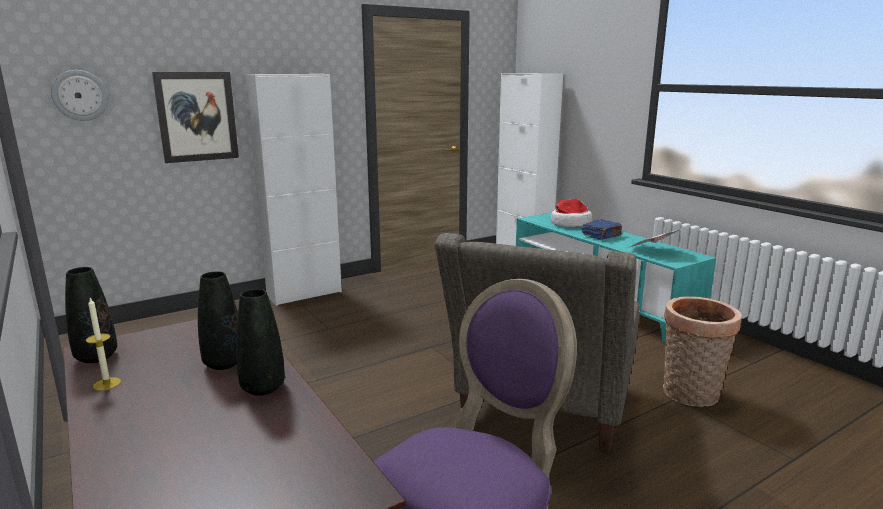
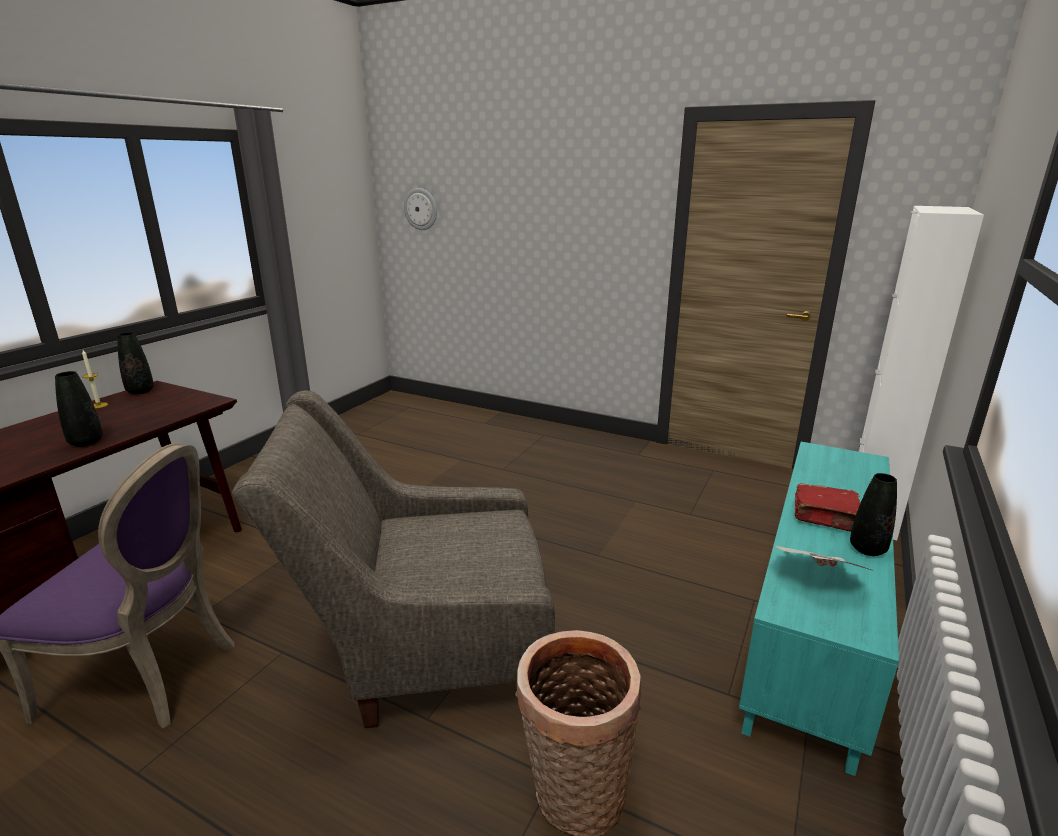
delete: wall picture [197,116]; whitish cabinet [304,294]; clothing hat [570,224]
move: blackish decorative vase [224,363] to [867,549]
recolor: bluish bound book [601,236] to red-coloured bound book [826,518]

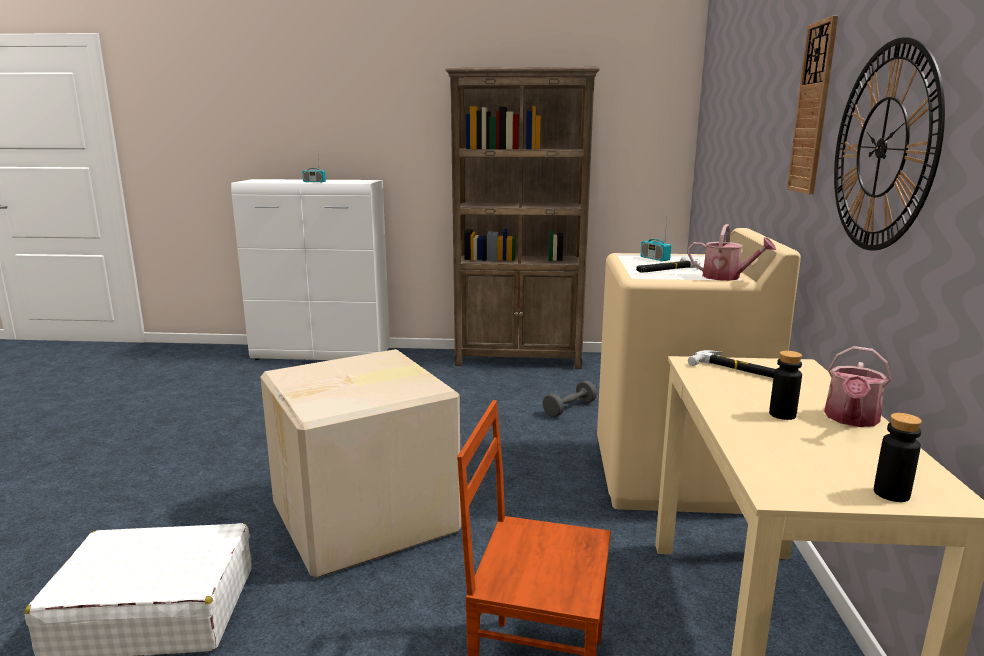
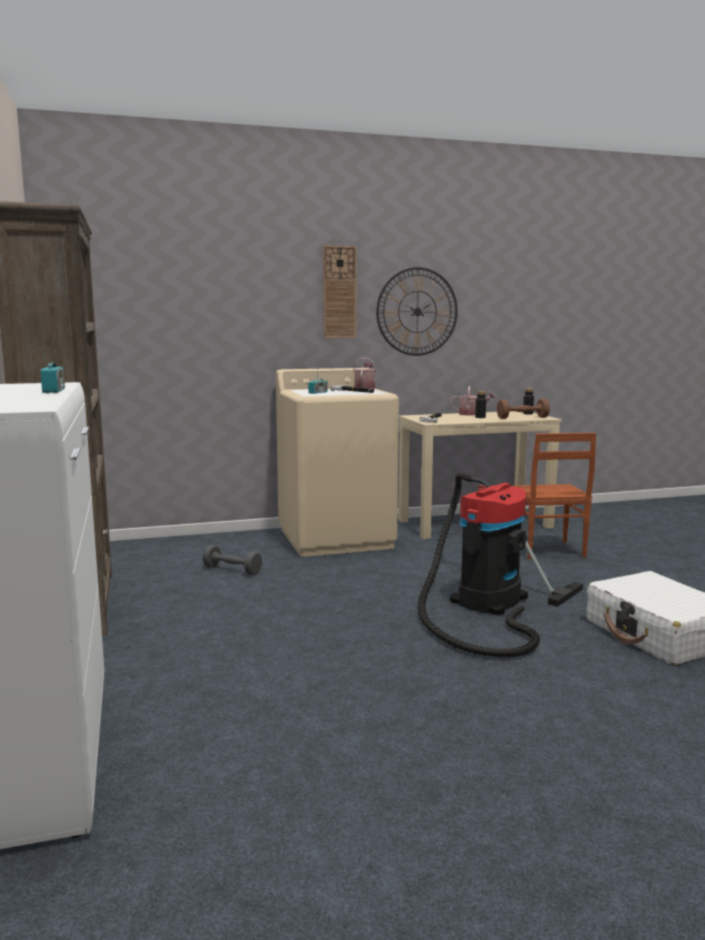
insert: brown free weight [522,418]
replace: cardboard box [367,518] to hoover [486,604]

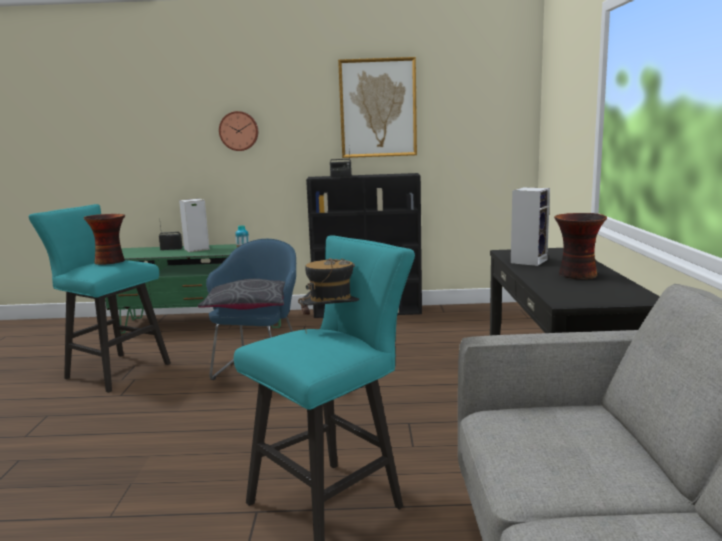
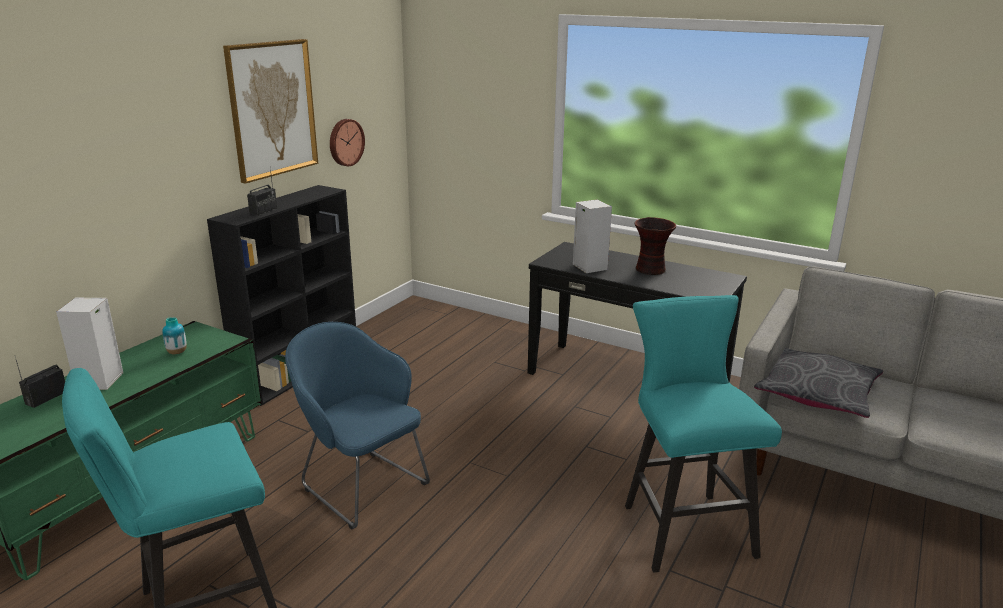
delete: decorative vase [111,261]; clothing hat [331,327]
move: greyish throw pillow [249,305] to [817,393]; clock on the wall [239,131] to [345,142]

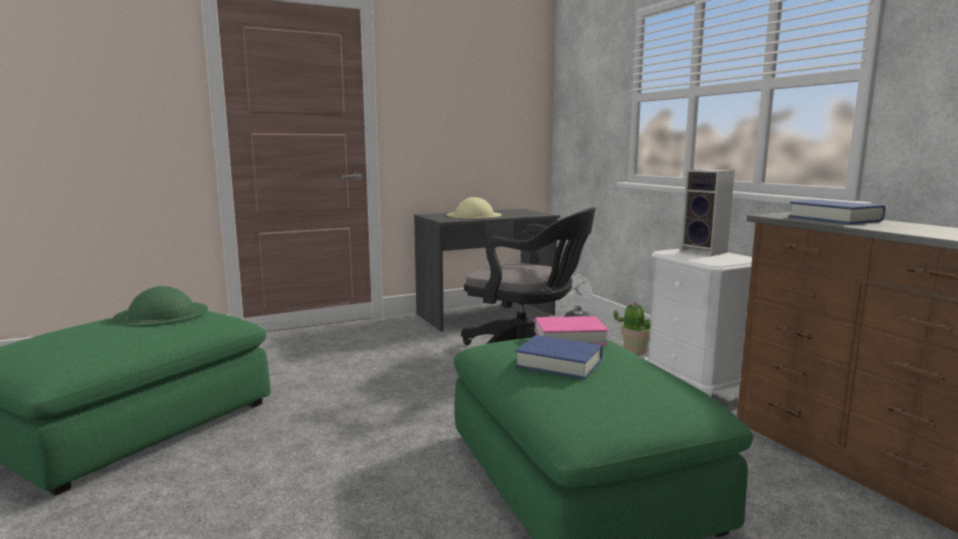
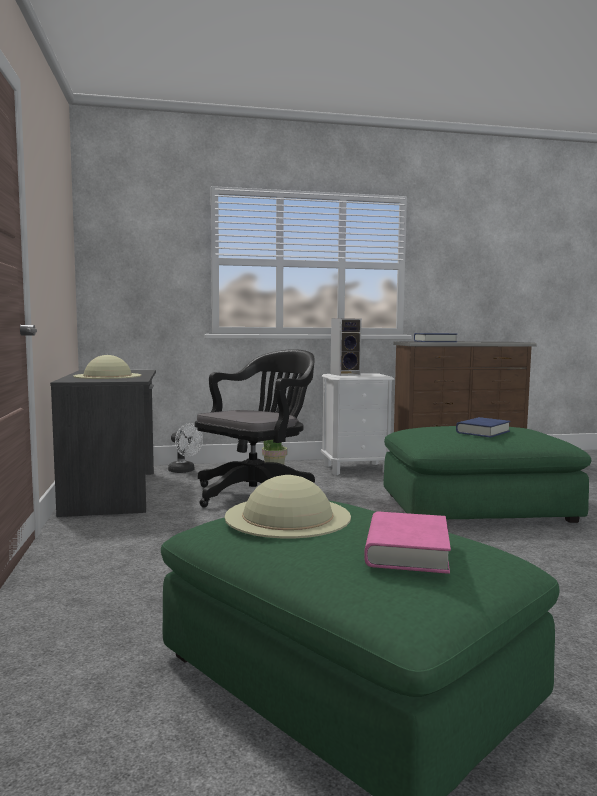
move: pink bound book [569,337] to [407,551]
recolor: green clothing hat [161,313] to beige clothing hat [287,516]

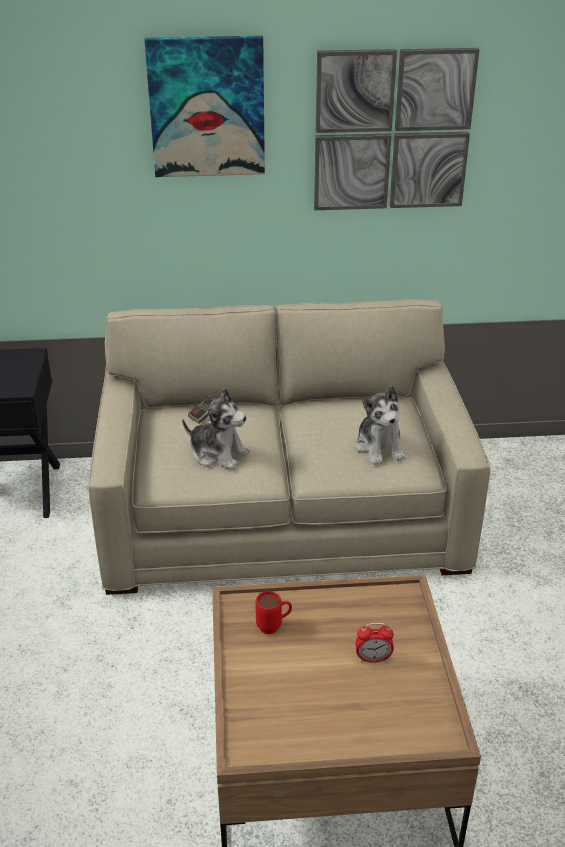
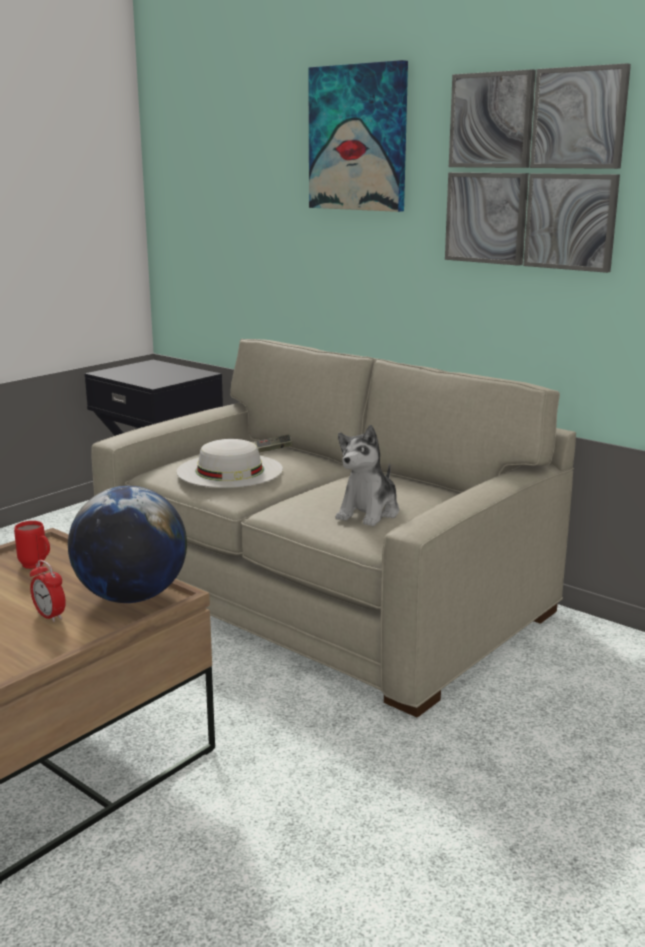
insert: world globe [132,597]
replace: cuddly toy [218,454] to whitish clothing hat [230,470]

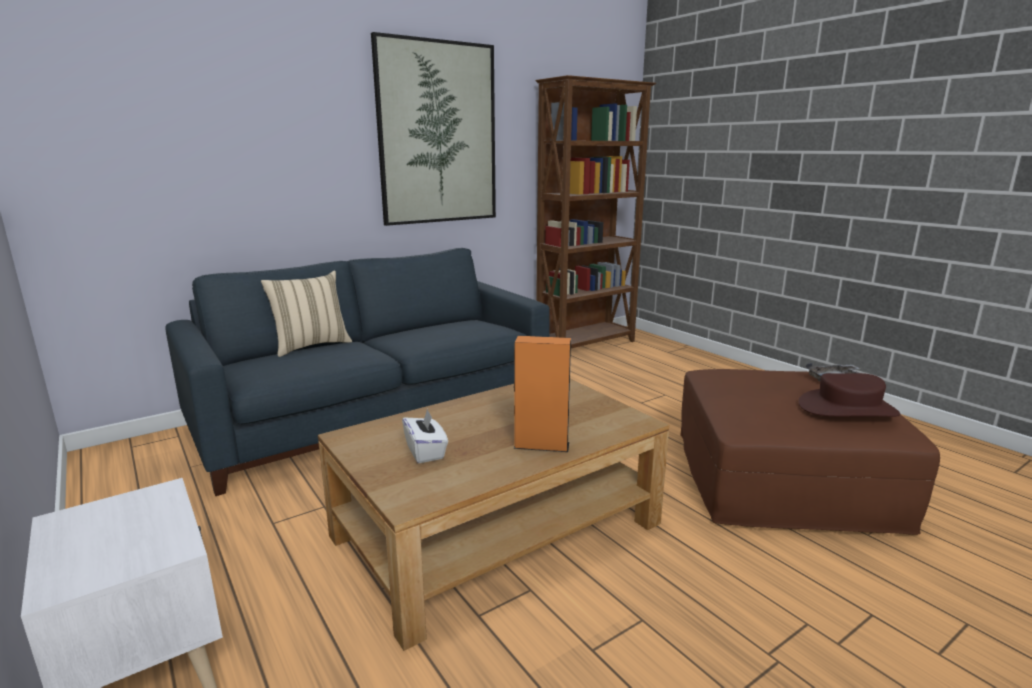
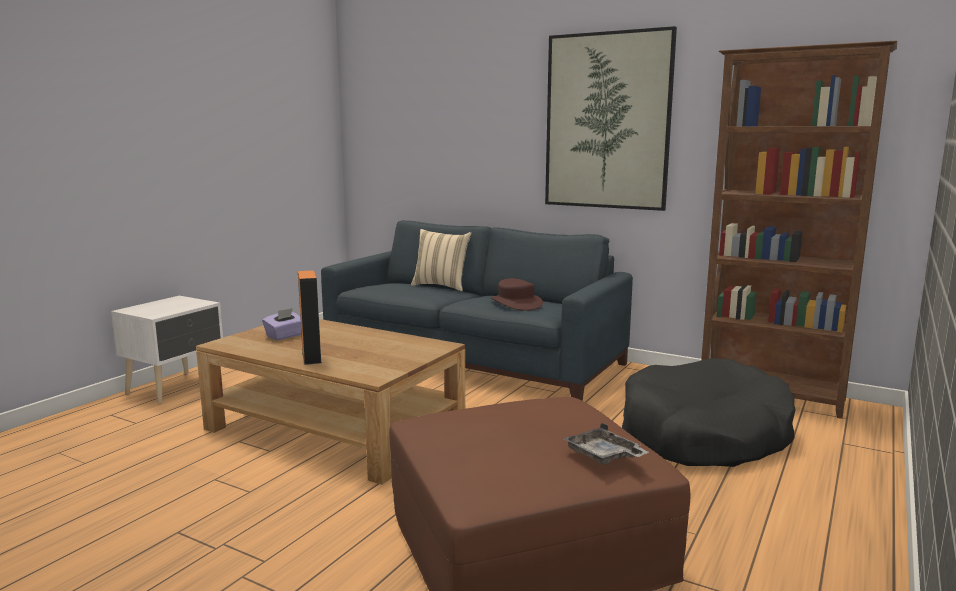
insert: blackish pet bed [702,435]
move: brown clothing hat [847,408] to [516,303]
recolor: whitish box of tissues [426,452] to purple-coloured box of tissues [285,336]

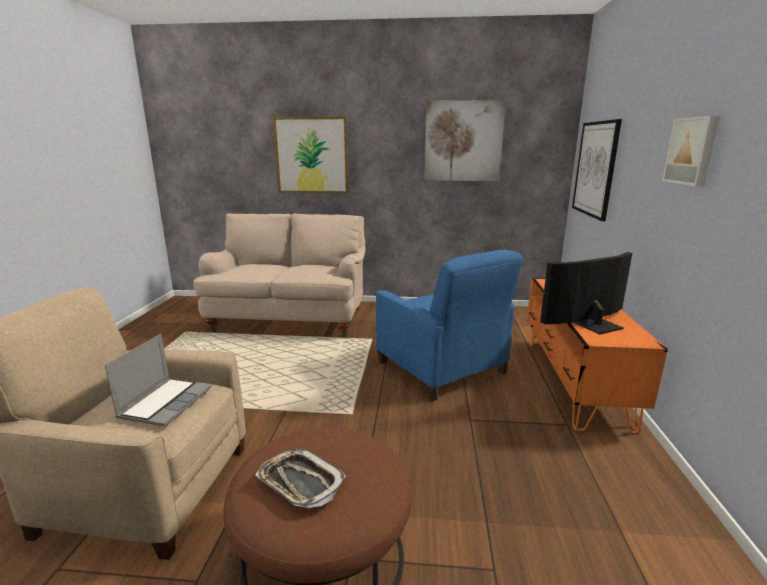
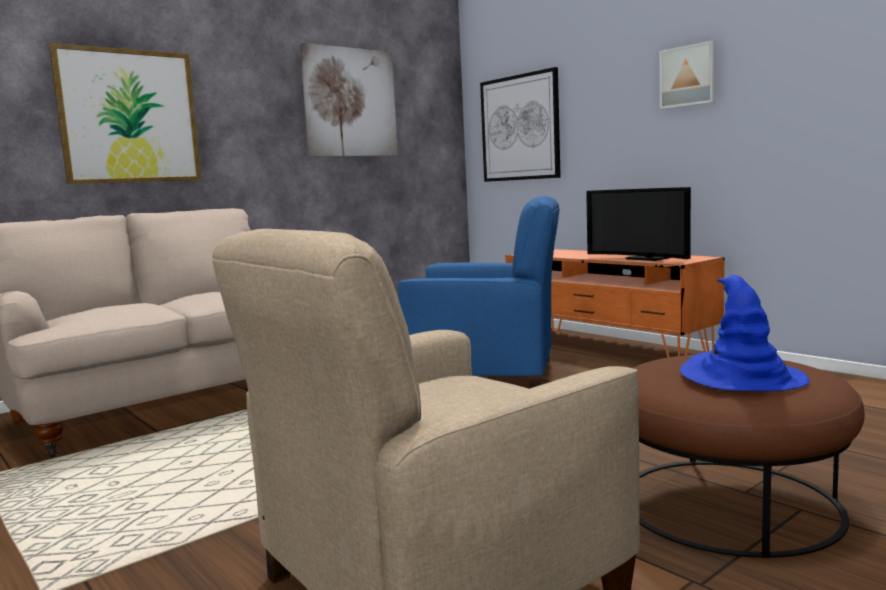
delete: notebook computer [166,402]
replace: serving tray [300,482] to bluish clothing hat [741,378]
rotate: TV [593,323] = [645,258] 60 degrees counterclockwise

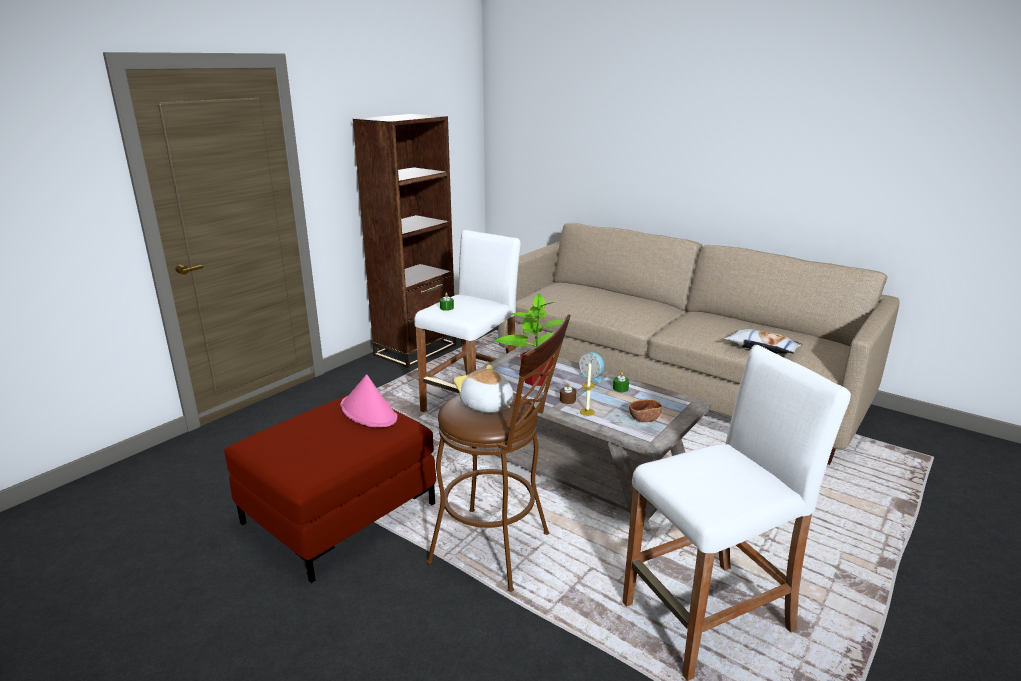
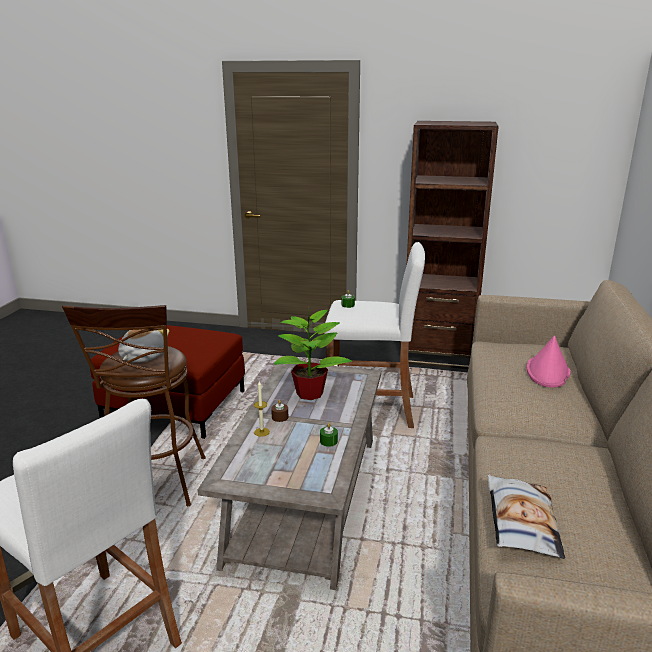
delete: alarm clock [592,376]; brown serving bowl [644,418]
move: pink clothing hat [369,412] to [548,371]

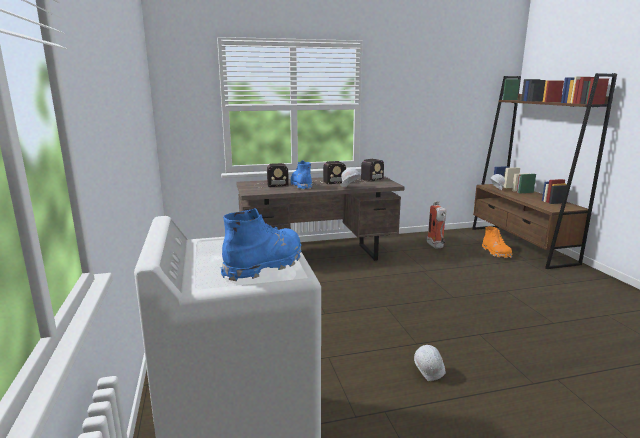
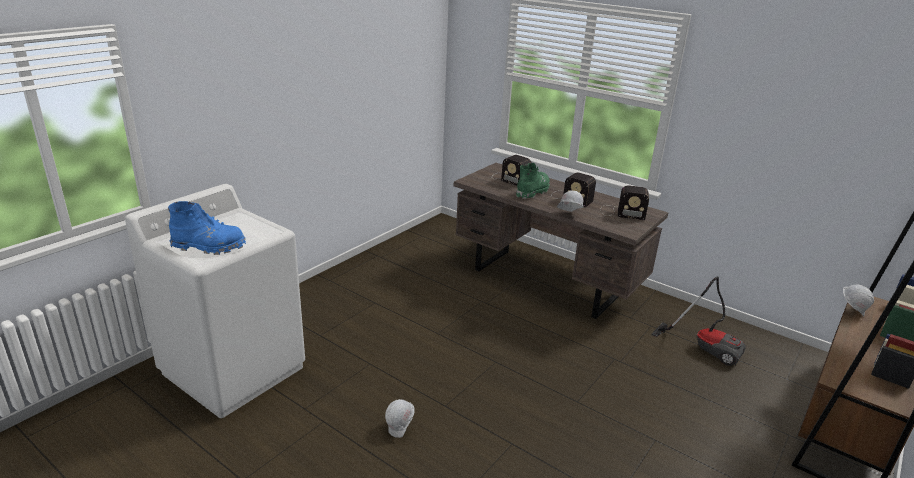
delete: orange-coloured high-top boot [496,253]
replace: fire-fighting cylinder [436,247] to hoover [705,347]
recolor: bluish high-top boot [301,186] to green high-top boot [533,192]

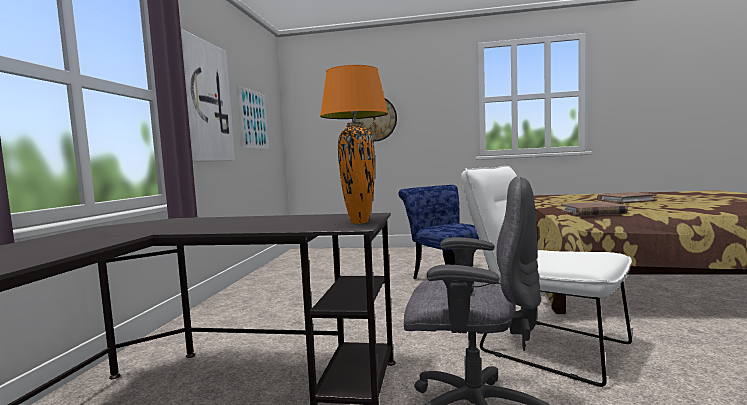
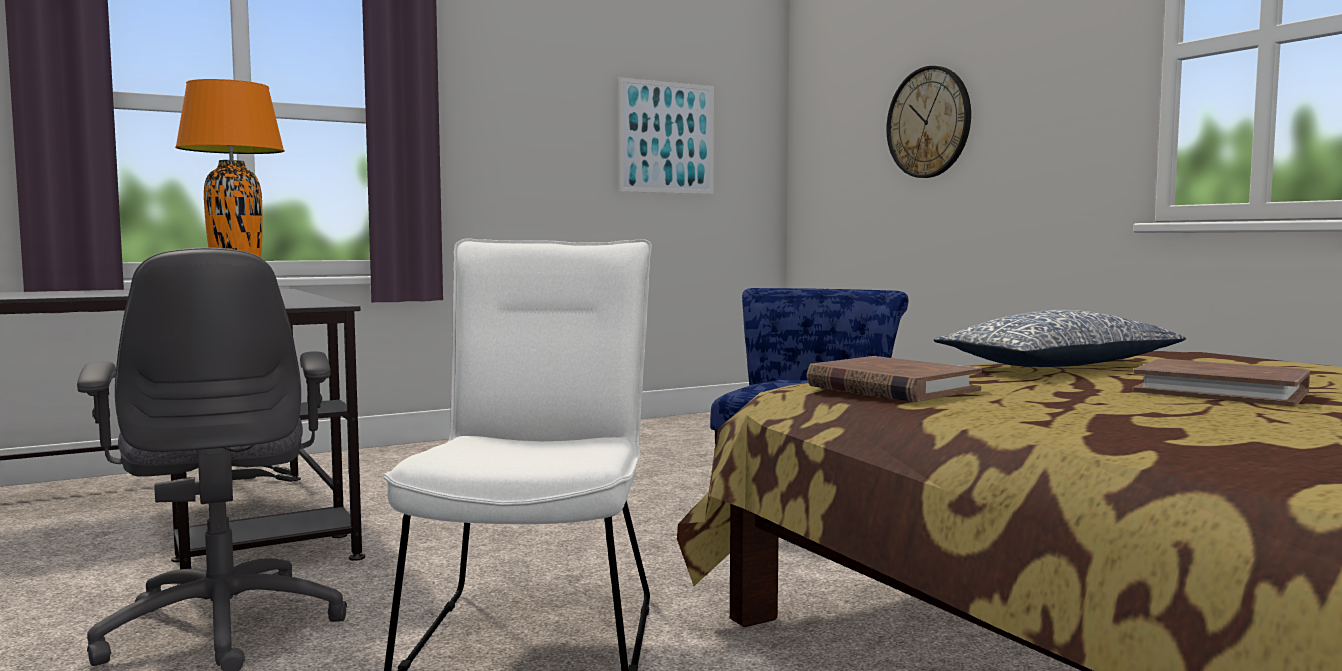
delete: wall picture [205,102]
insert: throw pillow [1062,366]

